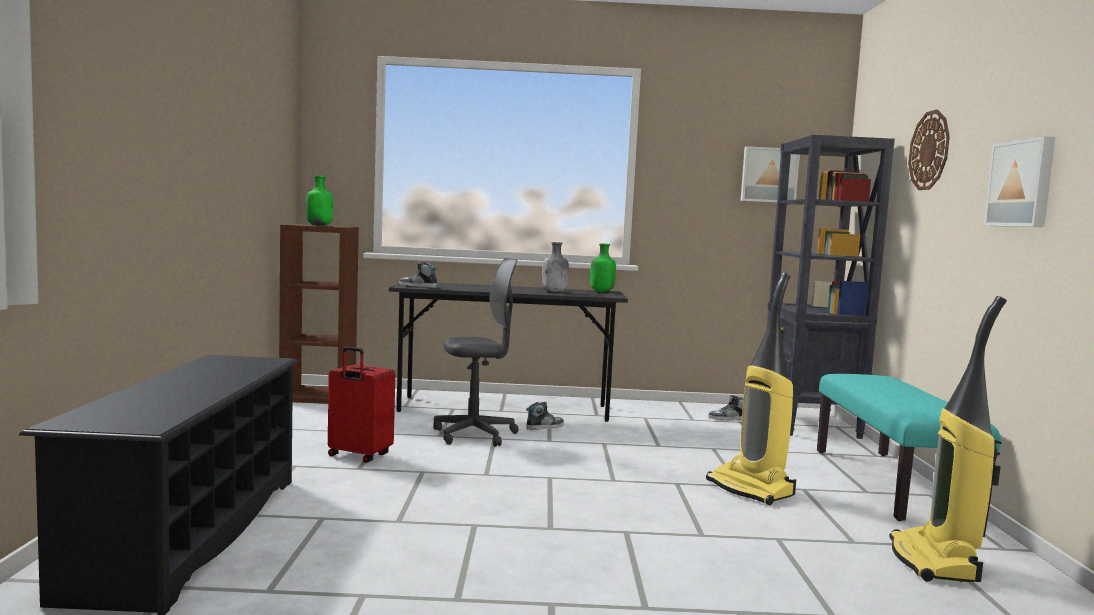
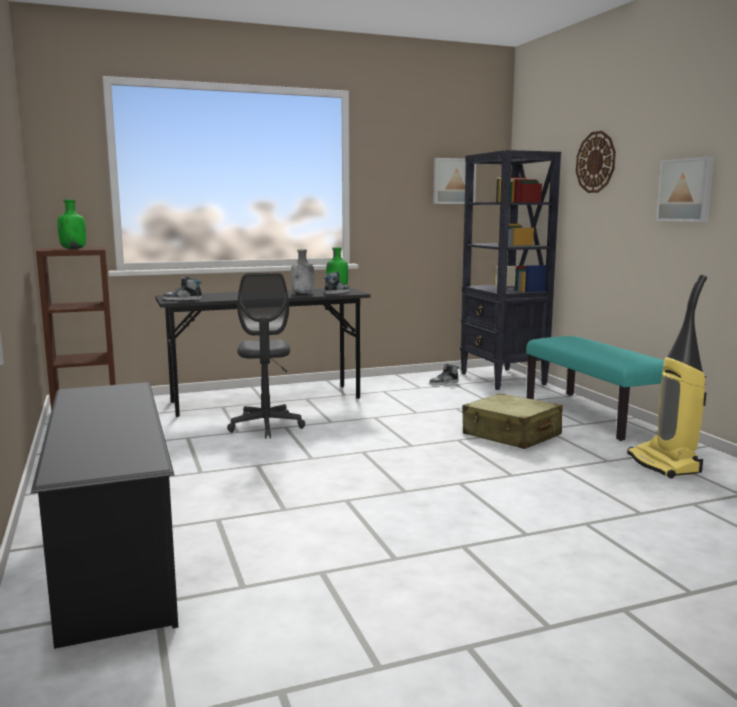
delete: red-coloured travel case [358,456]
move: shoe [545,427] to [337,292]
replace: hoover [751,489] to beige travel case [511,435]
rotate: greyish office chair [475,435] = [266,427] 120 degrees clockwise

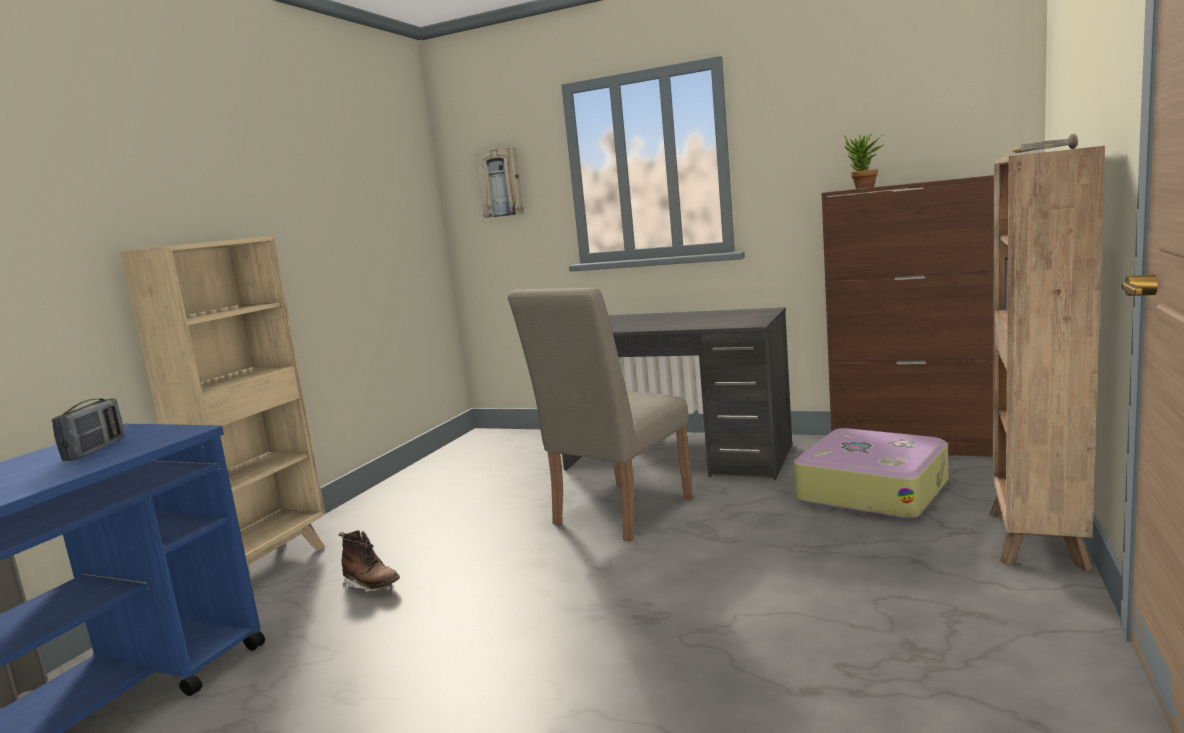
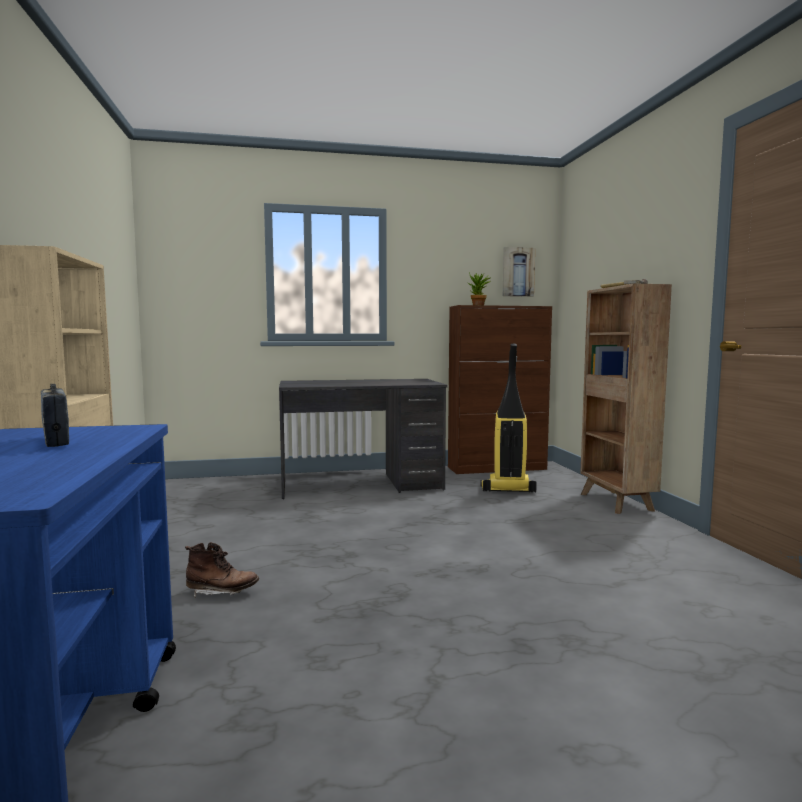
delete: beige chair [616,514]
move: wall picture [501,183] to [517,272]
replace: travel case [872,490] to hoover [507,490]

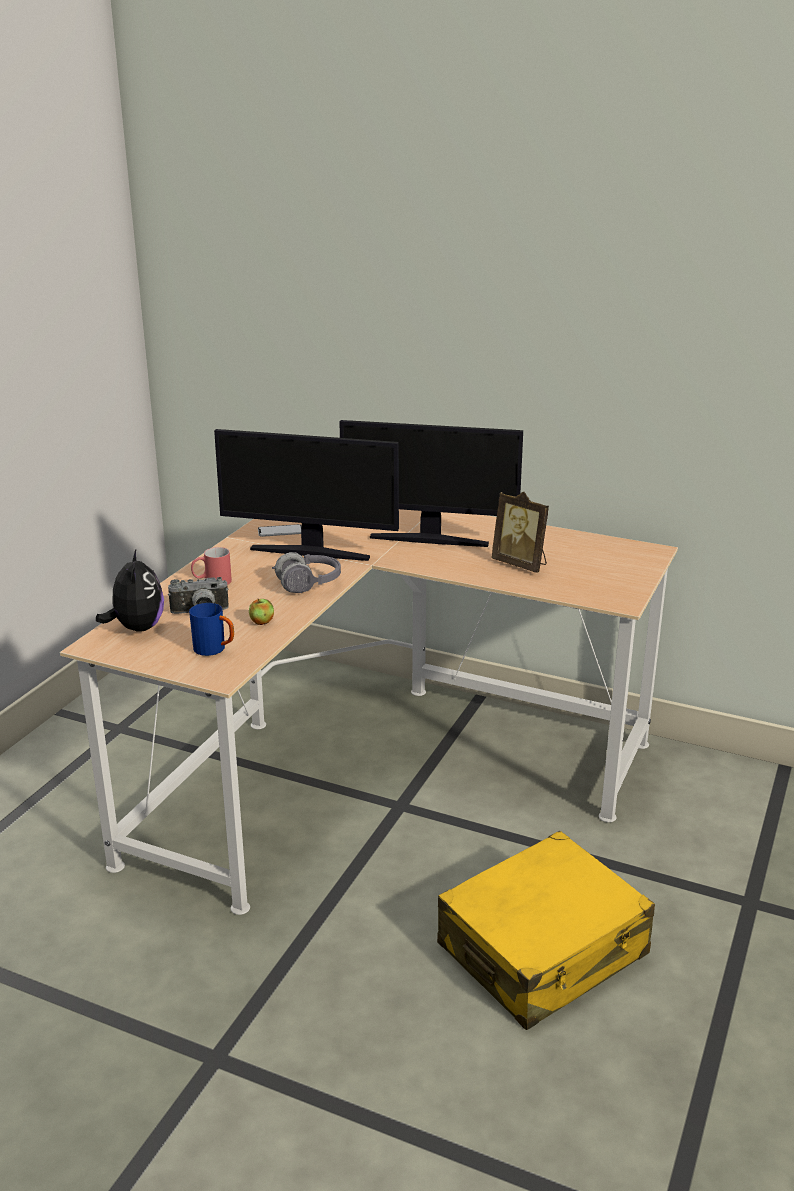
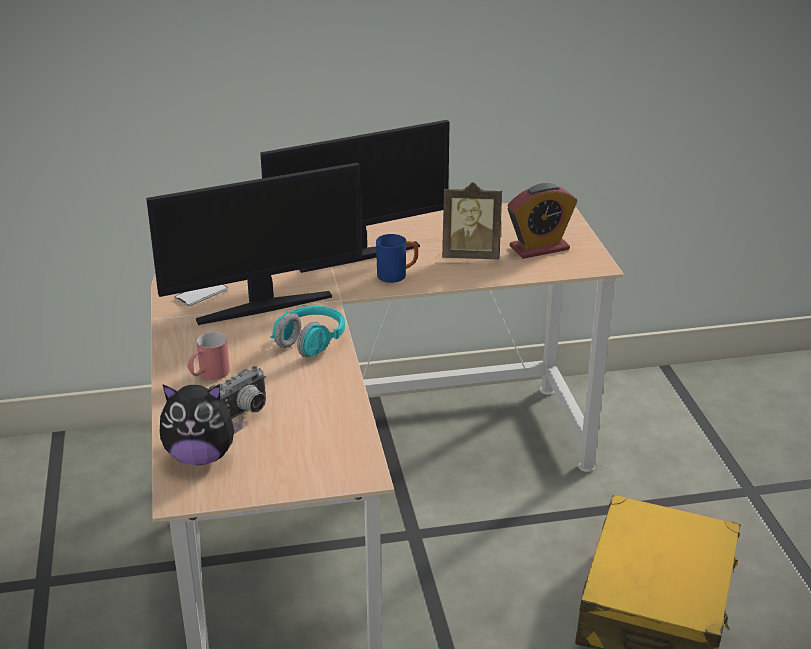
delete: apple fruit [261,622]
insert: alarm clock [539,248]
move: bluish coffee mug [215,650] to [397,275]
recolor: greyish pair of headphones [308,585] to turquoise-coloured pair of headphones [310,343]
rotate: cuddly toy [137,628] = [201,456] 135 degrees clockwise

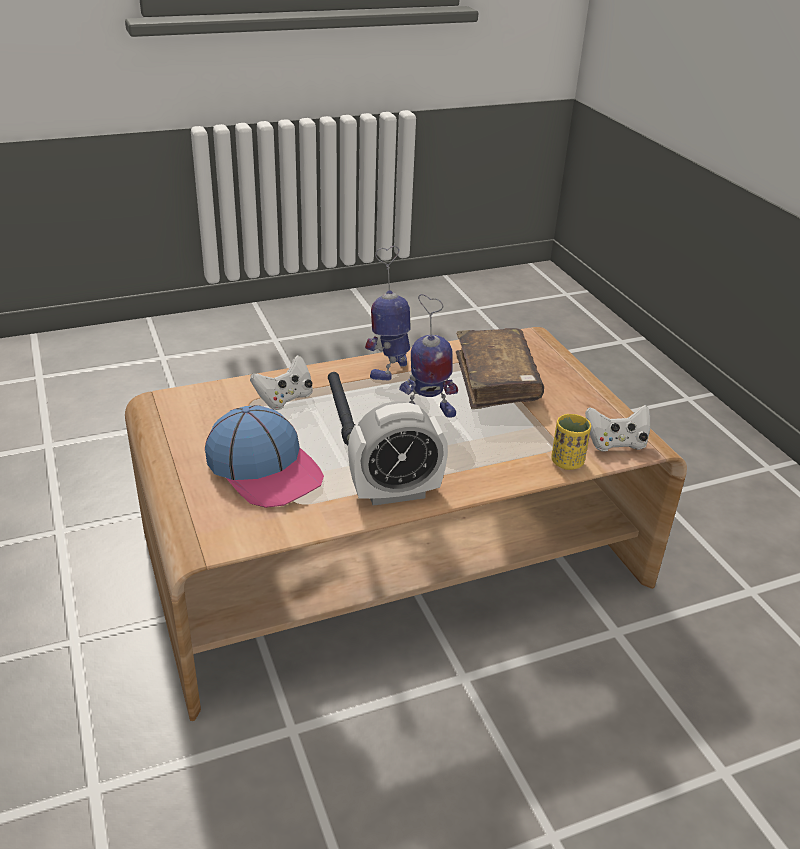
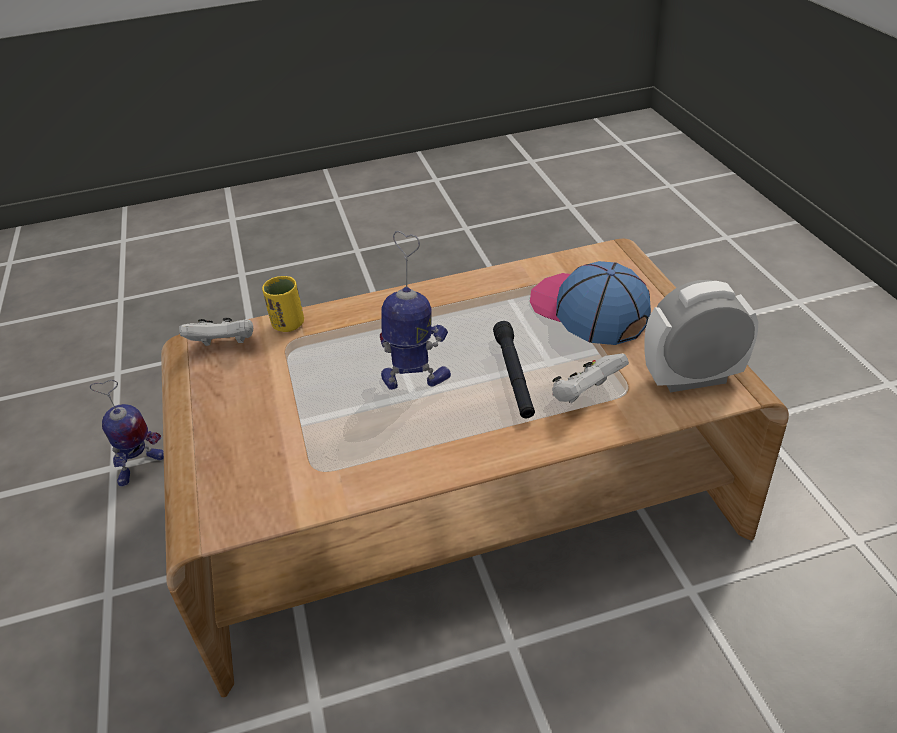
delete: brown bound book [496,380]
move: alarm clock [395,493] to [692,378]; toy robot [390,368] to [141,468]

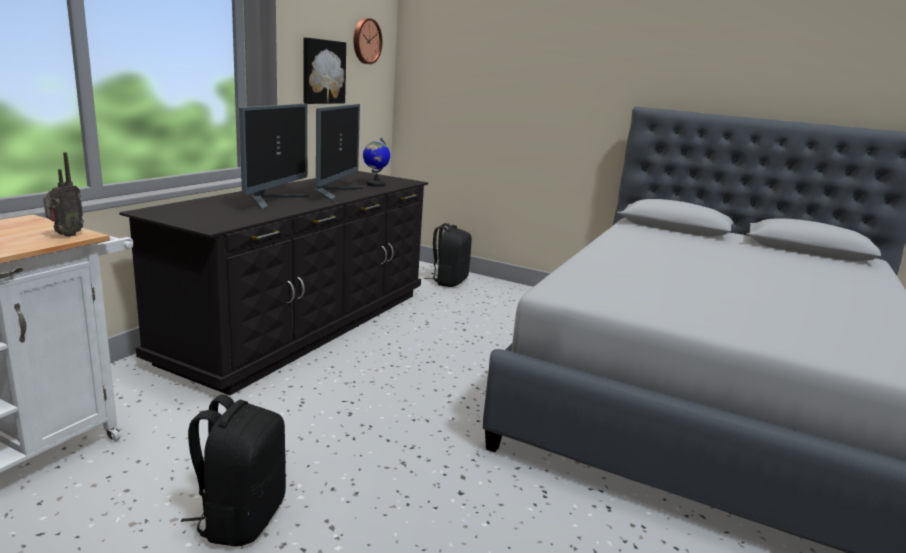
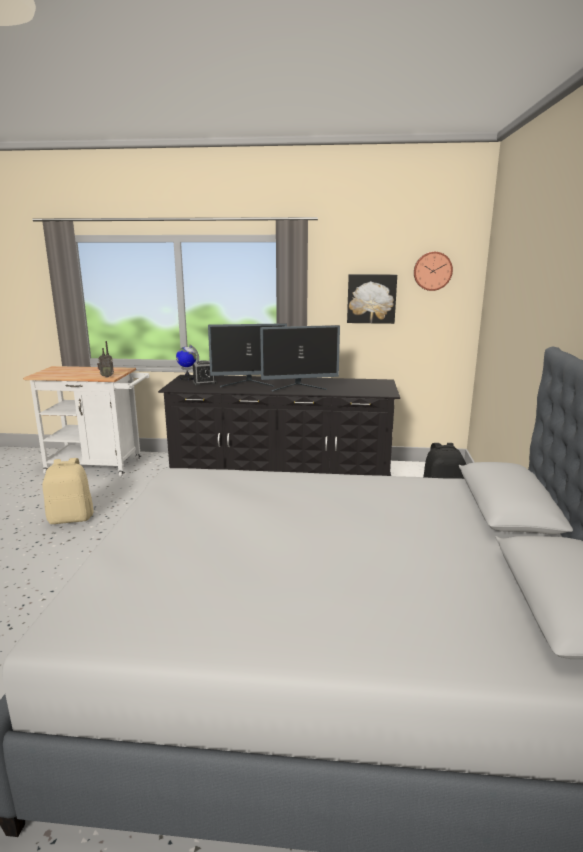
insert: alarm clock [204,382]
move: world globe [375,184] to [187,378]
recolor: blackish backpack [241,518] to beige backpack [71,518]

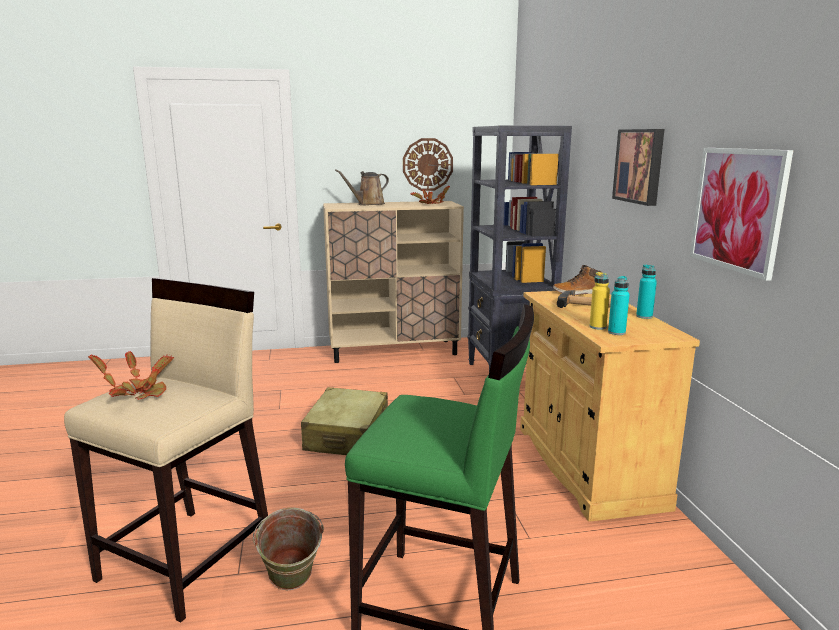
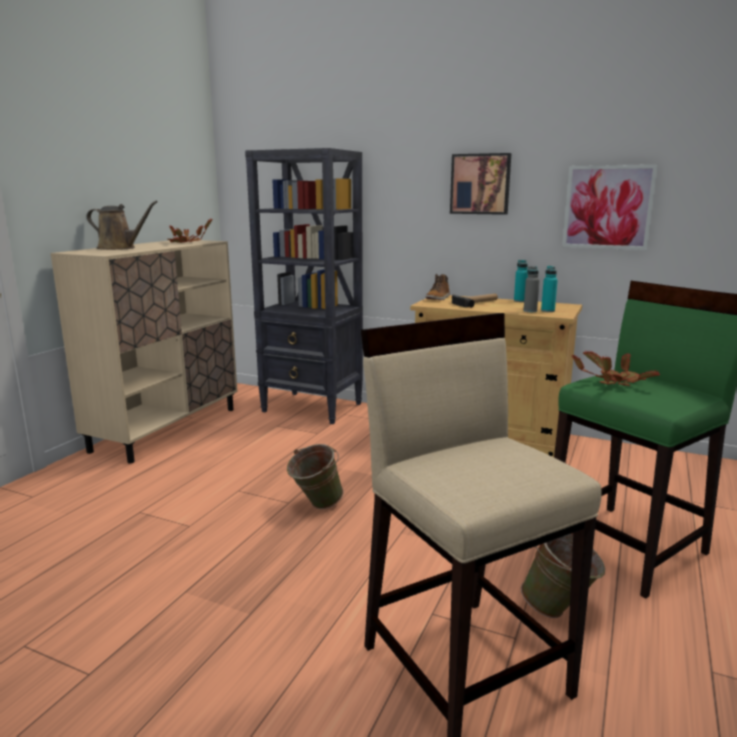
delete: clock on the wall [427,164]
move: houseplant [138,392] to [614,382]
replace: beige travel case [347,435] to green bucket [315,506]
recolor: yellow-coloured drink bottle [597,327] to greyish drink bottle [530,311]
rotate: brown sprinkling can [368,204] = [119,248] 75 degrees counterclockwise

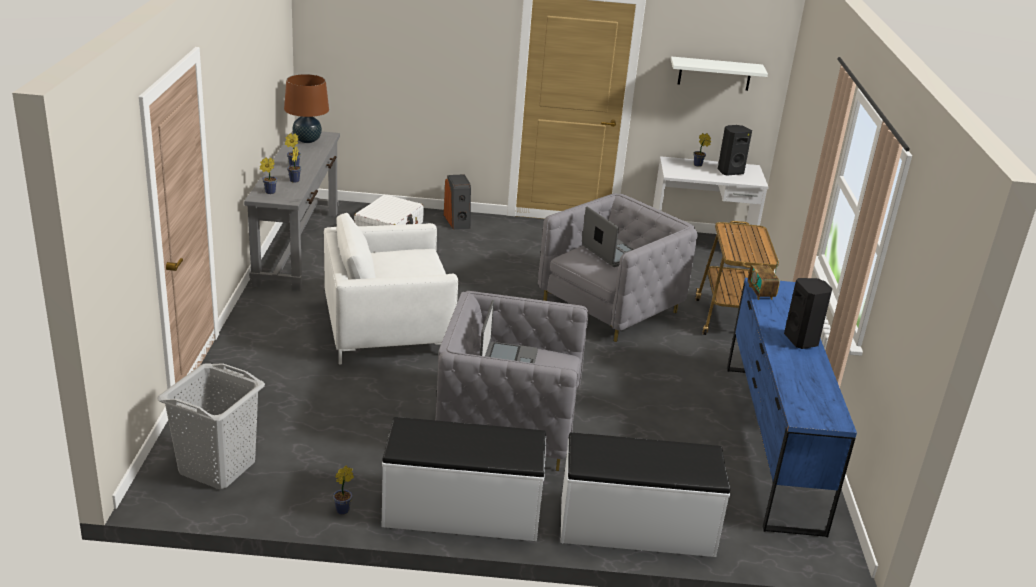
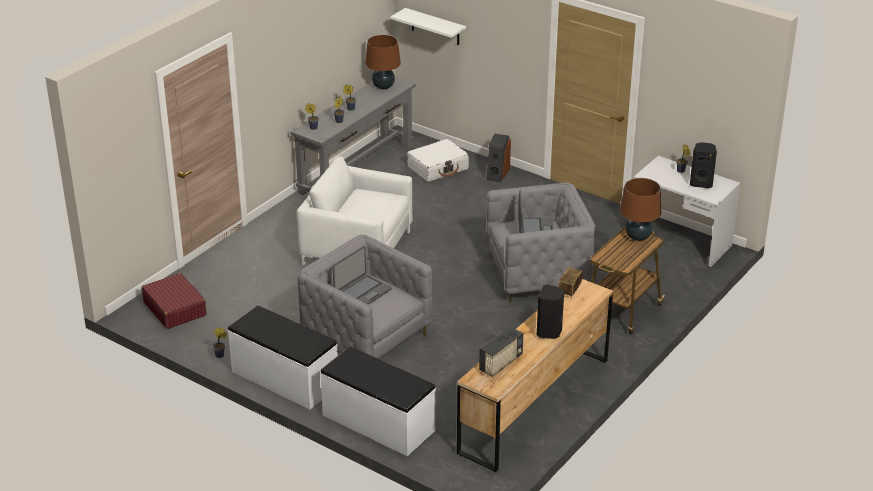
insert: radio receiver [501,363]; brown lamp for a table [638,237]
move: whitish wall shelf [714,73] to [435,27]
replace: greyish washing basket [216,467] to red-coloured travel case [175,309]
recolor: bluish chest of drawers [771,443] to brown chest of drawers [534,405]

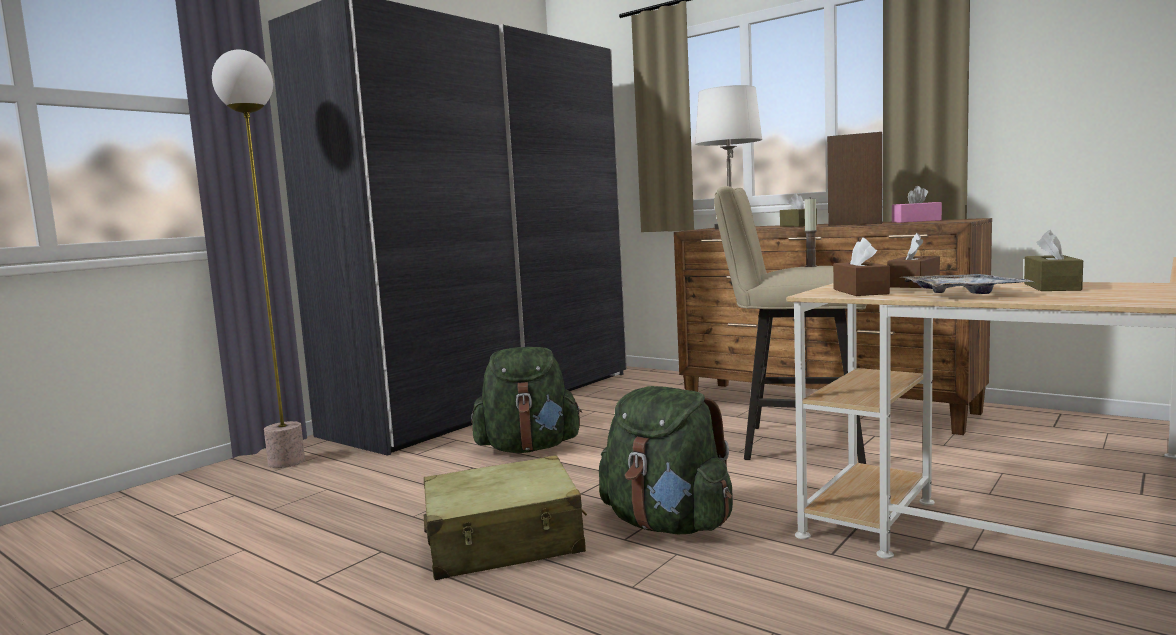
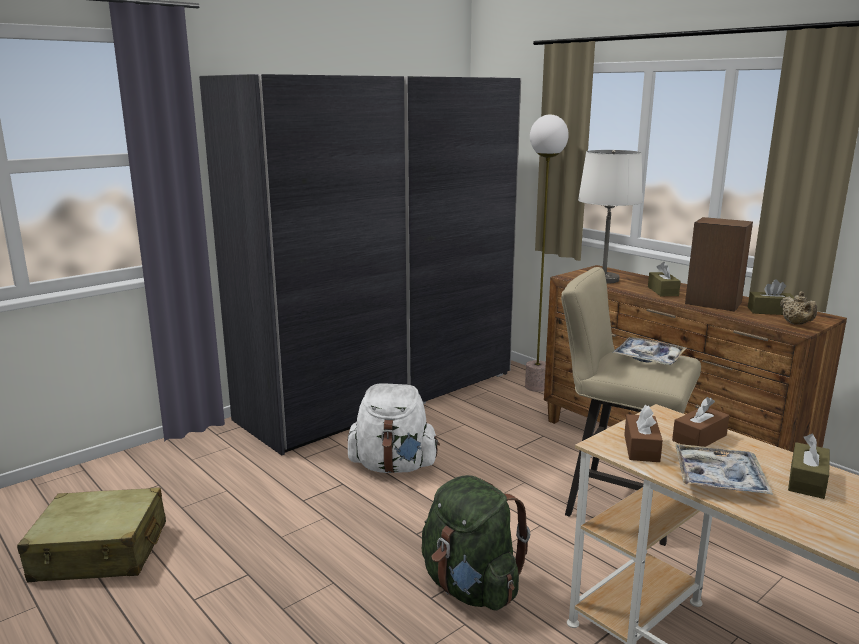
insert: beige tea pot [796,324]
move: floor lamp [286,462] to [536,387]; beige travel case [504,542] to [100,552]
replace: wax candle [811,266] to serving tray [648,358]
recolor: green backpack [528,448] to whitish backpack [393,466]; pink box of tissues [916,221] to brown box of tissues [770,311]

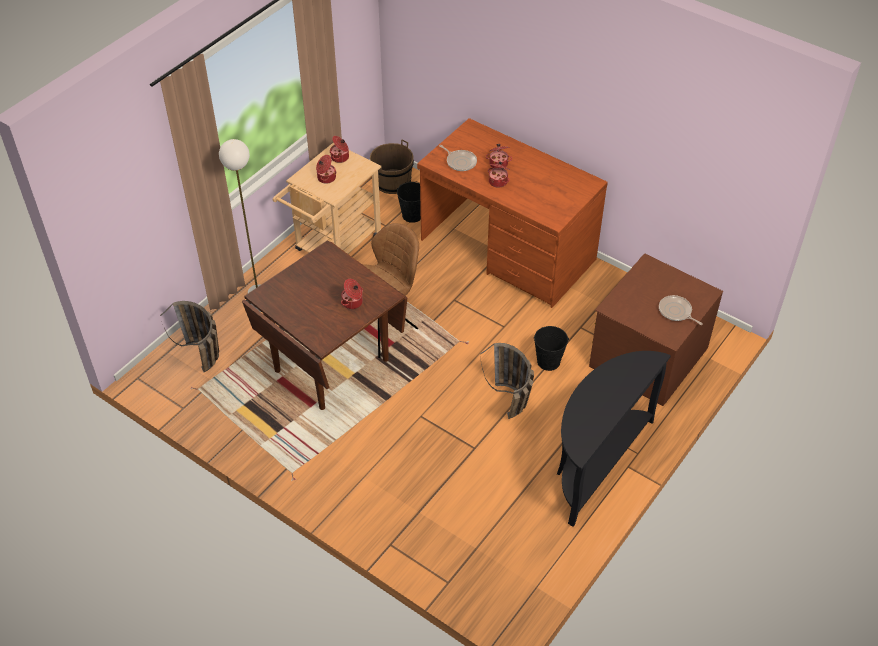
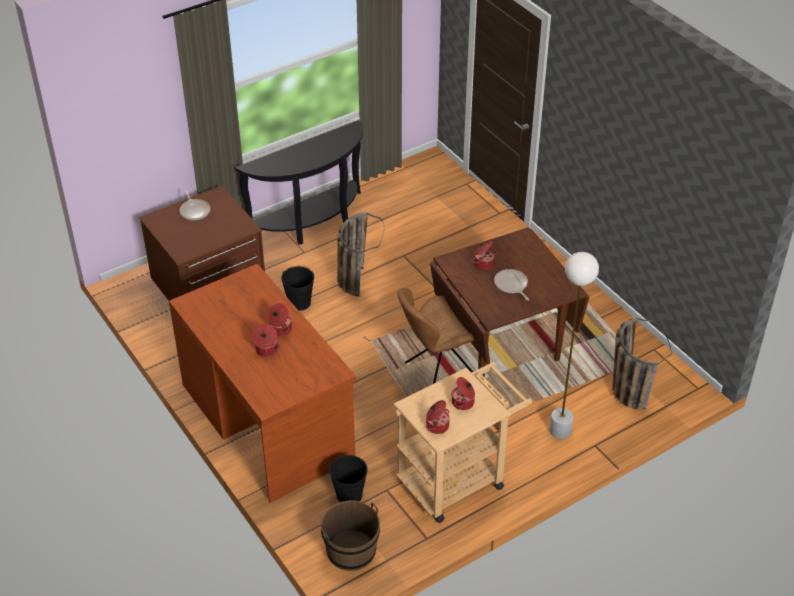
move: frying pan [460,162] to [511,285]

